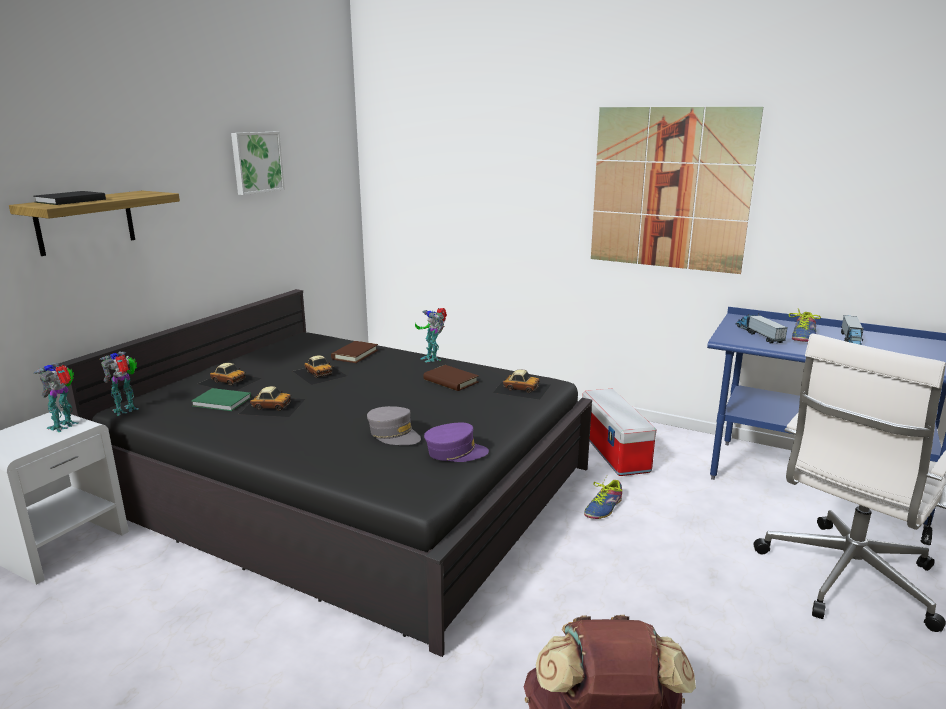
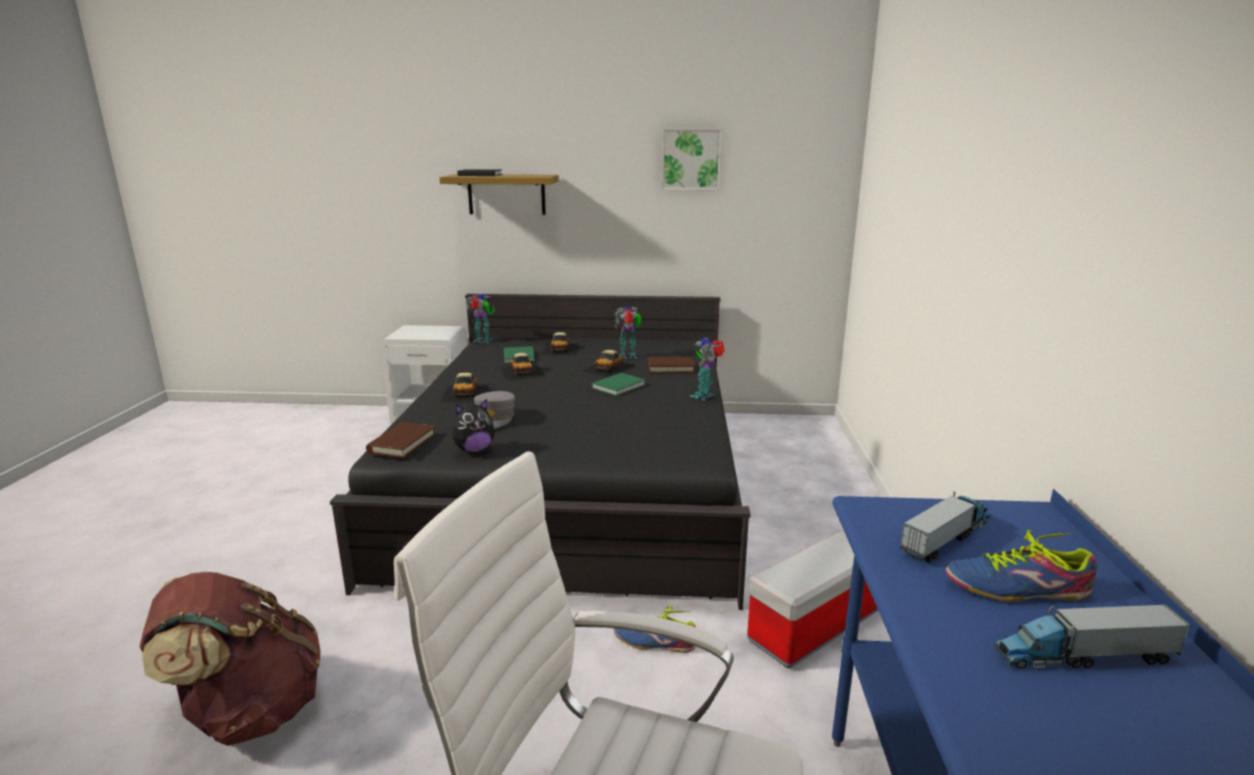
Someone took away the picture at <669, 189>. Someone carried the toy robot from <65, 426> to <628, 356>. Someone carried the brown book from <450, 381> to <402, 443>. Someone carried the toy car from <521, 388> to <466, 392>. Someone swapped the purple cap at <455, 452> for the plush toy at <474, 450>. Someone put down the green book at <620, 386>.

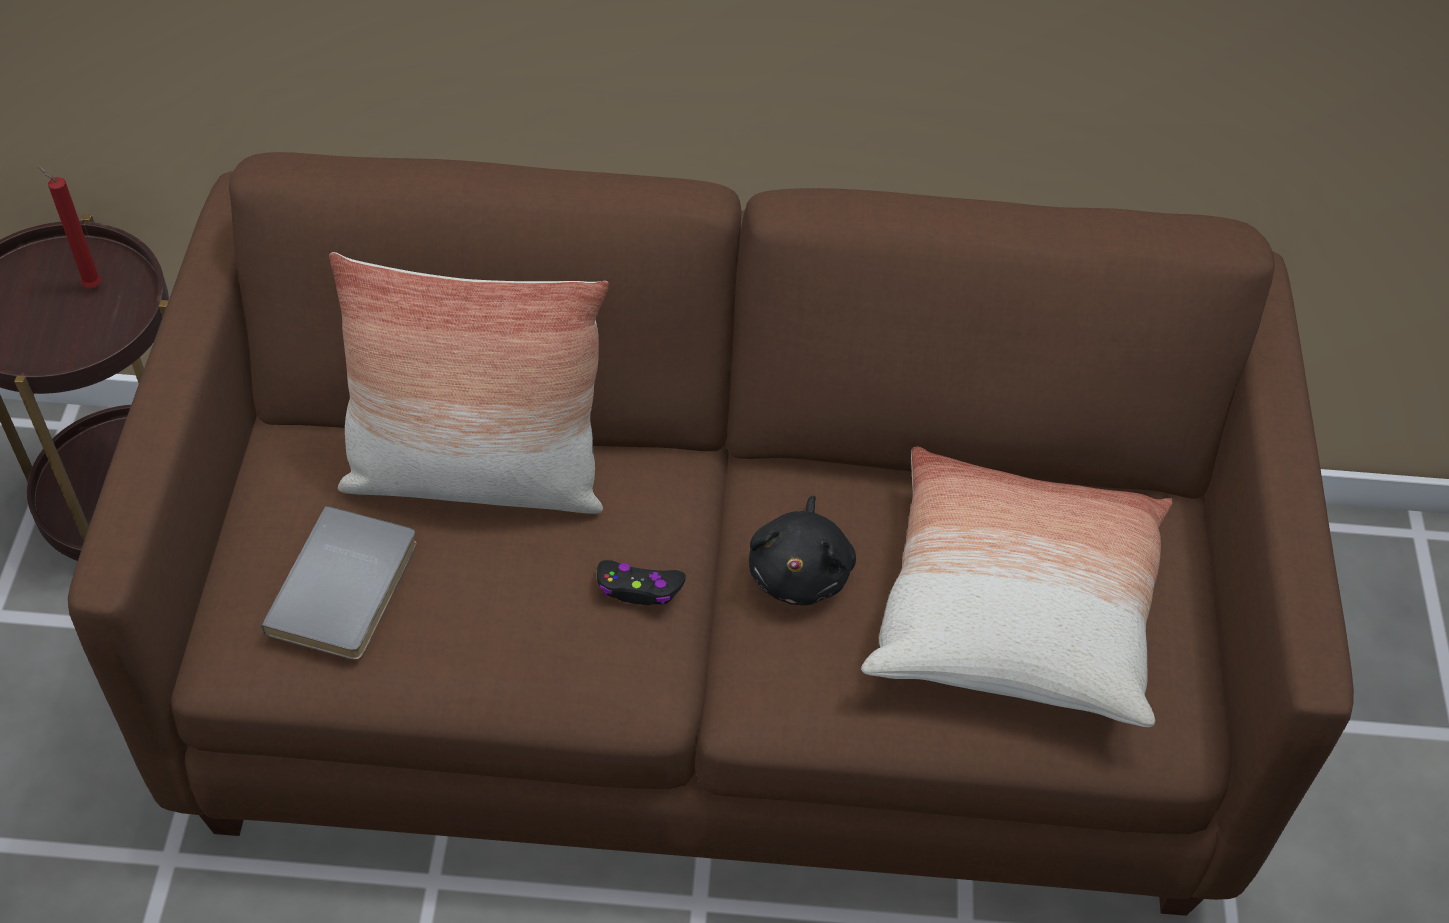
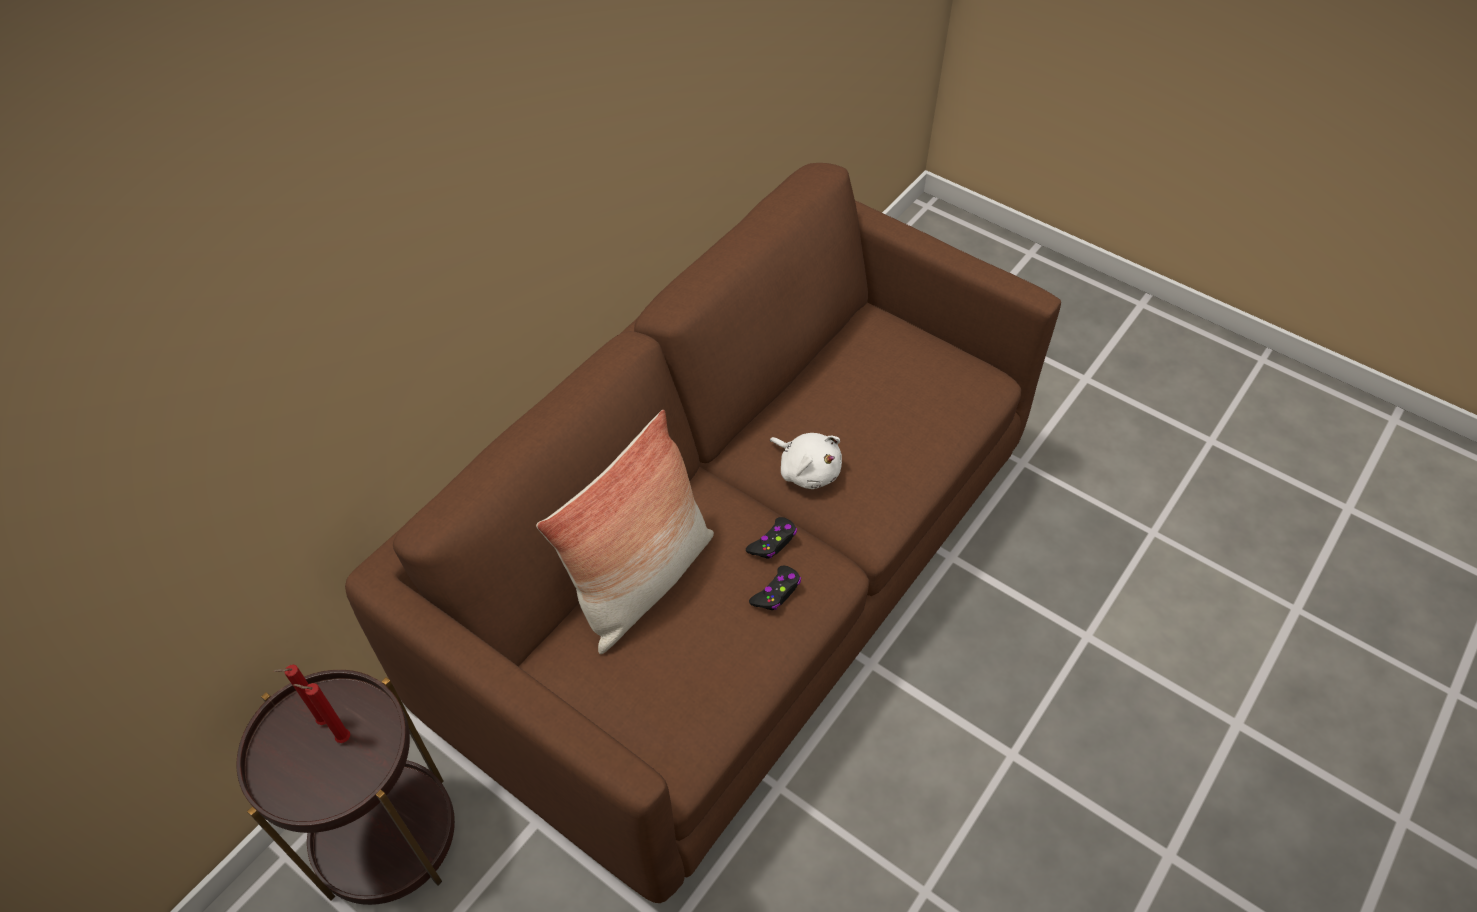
Someone took away the pillow at <1014, 610>. Someone repainted the black plush toy at <800, 571>, which became the white plush toy at <807, 470>. Someone took away the grey book at <348, 588>. Someone put down the black game controller at <776, 592>. Someone put down the red candle at <341, 738>.

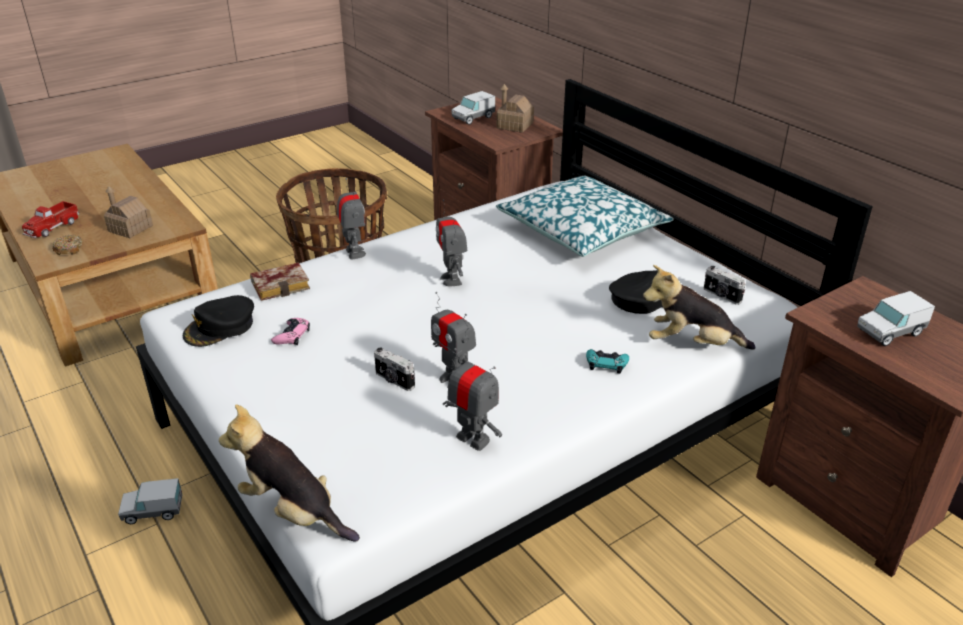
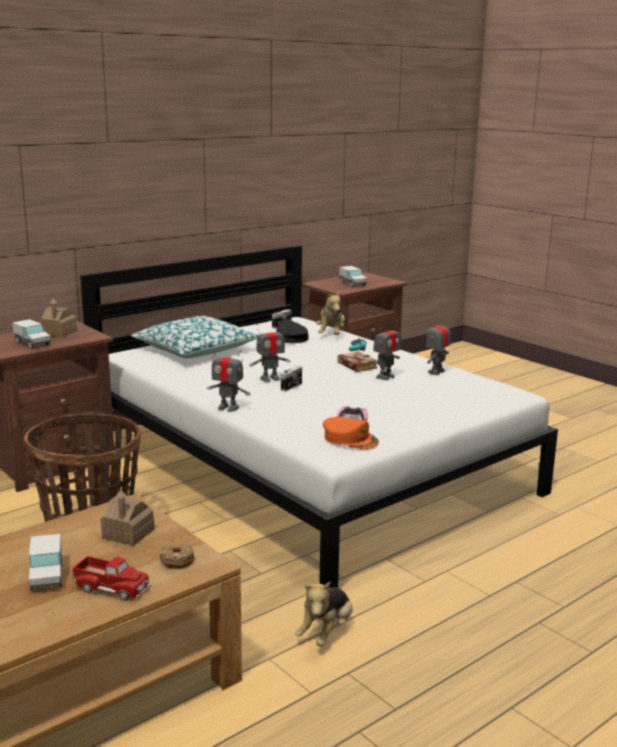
Someone rotated the toy robot at <354, 253> by 135 degrees counterclockwise. Someone carried the book from <282, 285> to <355, 365>. Someone repainted the black cap at <220, 327>, which became the orange cap at <350, 439>. Someone carried the photo camera from <394, 380> to <292, 387>. Someone carried the plush toy from <293, 512> to <326, 632>. Someone carried the toy truck from <153, 511> to <47, 576>.

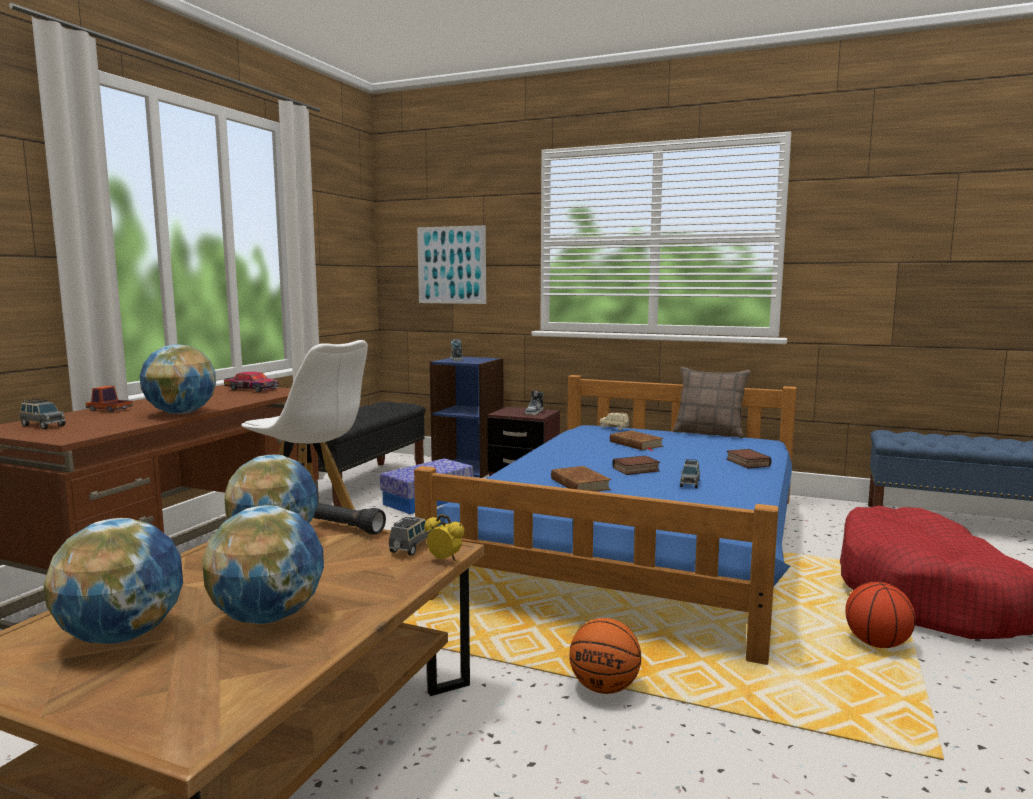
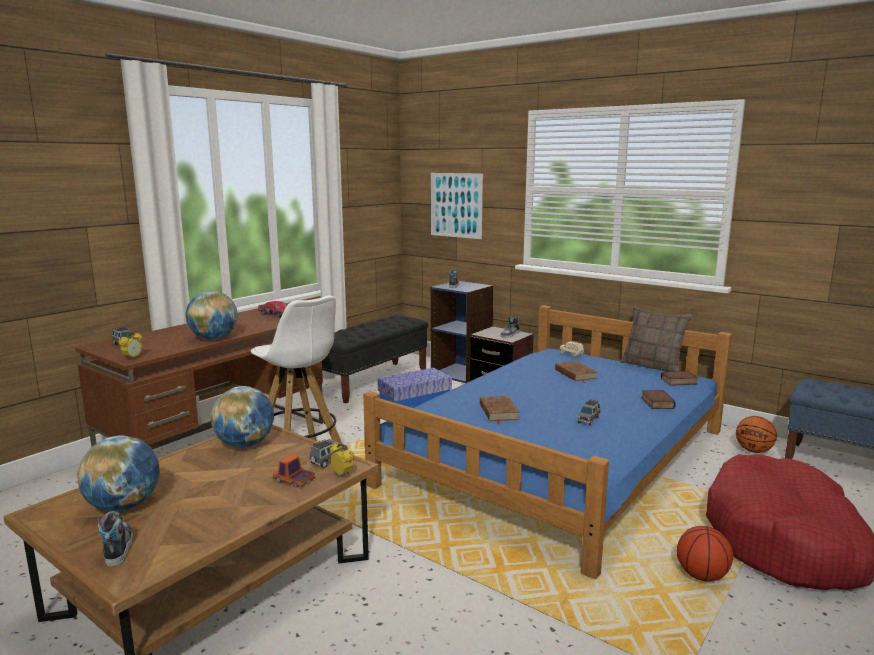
Someone carried the toy truck from <109, 410> to <294, 481>. Someone carried the book from <636, 470> to <678, 382>. Someone took away the black flashlight at <347, 528>. Someone took away the globe at <268, 617>. Someone carried the basketball from <604, 688> to <753, 451>. Someone put down the alarm clock at <133, 358>. Someone put down the shoe at <117, 547>.

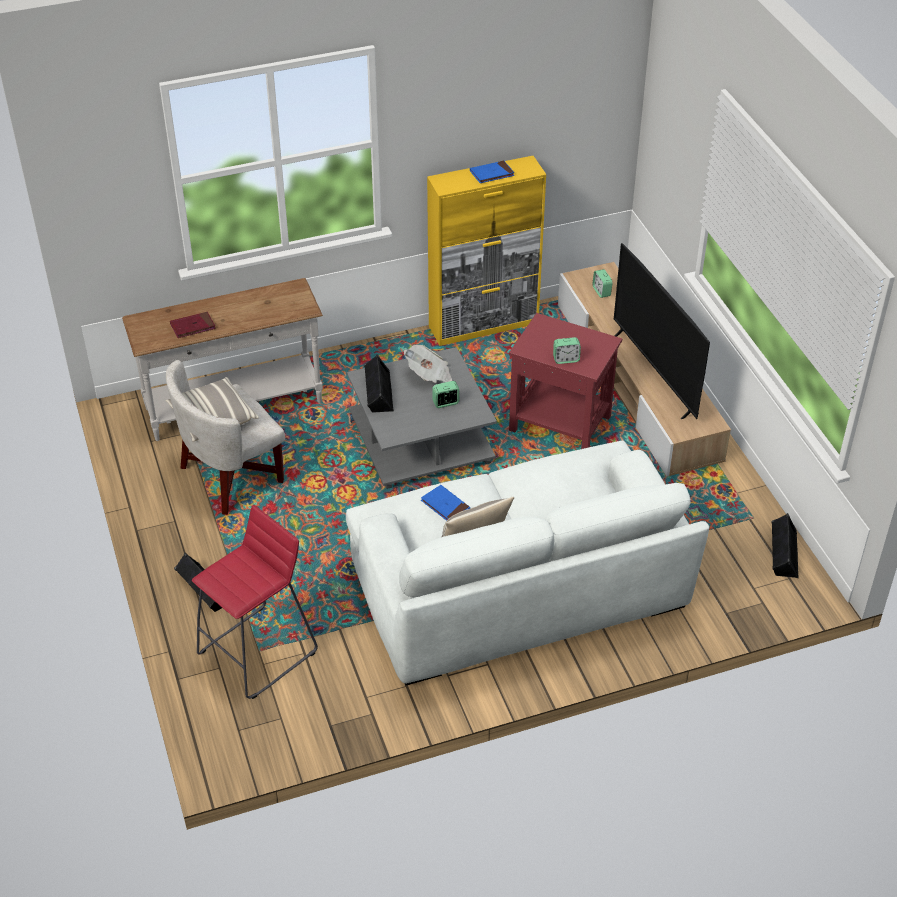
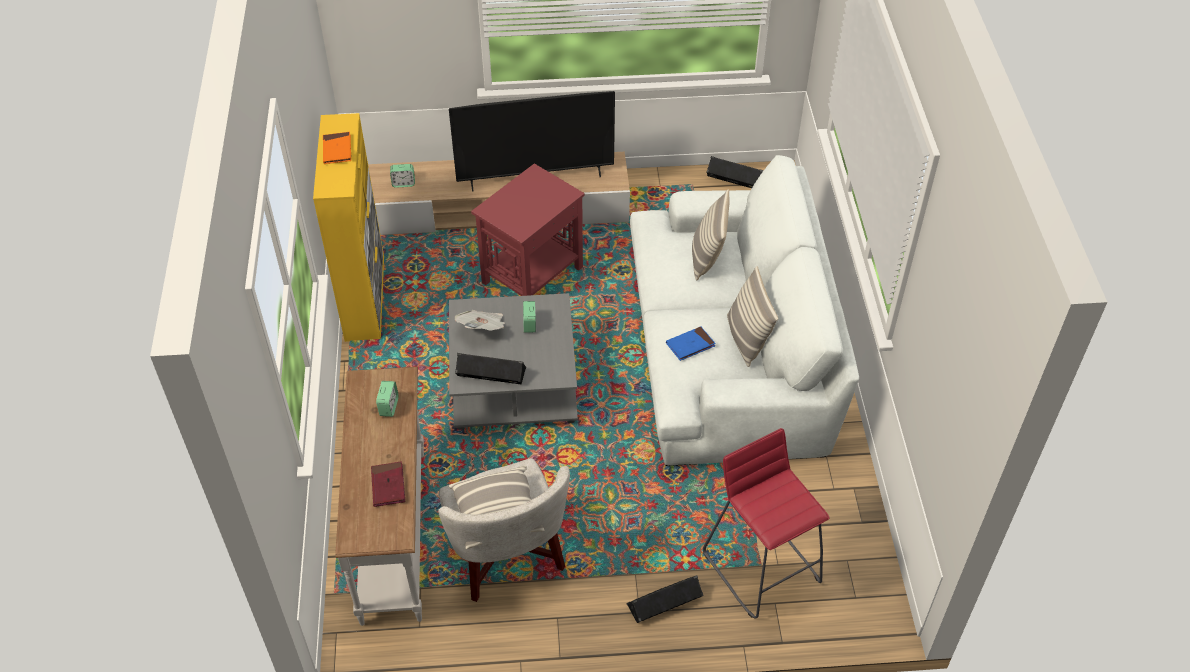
Someone repainted the blue book at <492, 174>, which became the orange book at <337, 150>. Someone carried the alarm clock from <566, 359> to <389, 407>. Someone put down the pillow at <707, 257>.

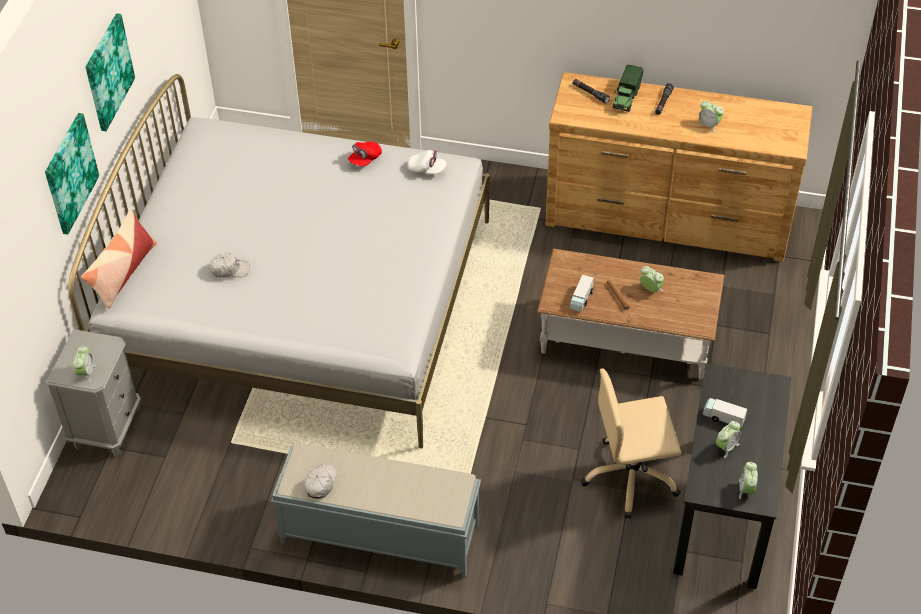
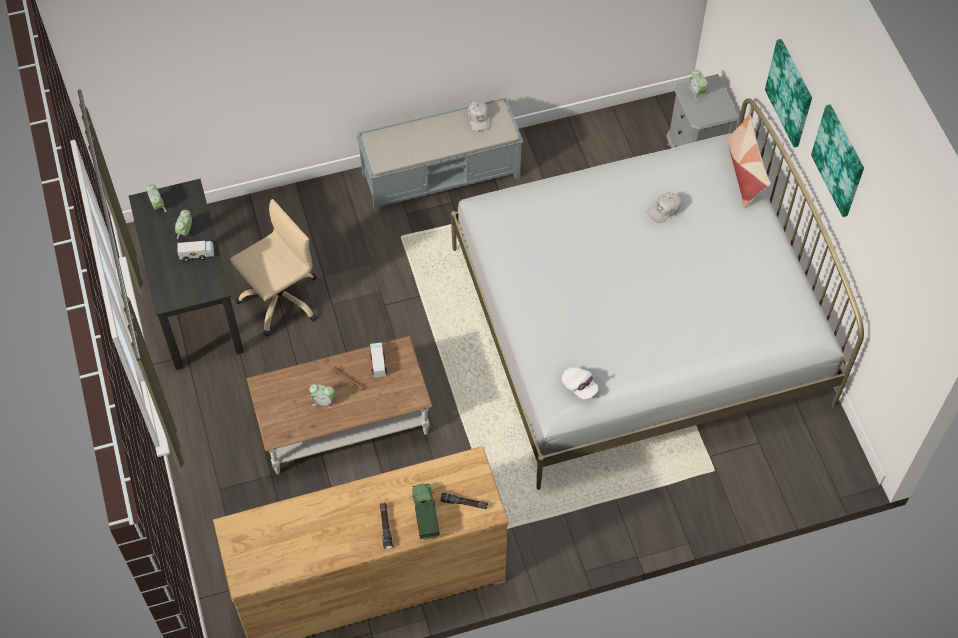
Someone took away the alarm clock at <709, 125>. Someone took away the red cap at <365, 159>. Someone rotated the white cap at <427, 169> by 120 degrees counterclockwise.

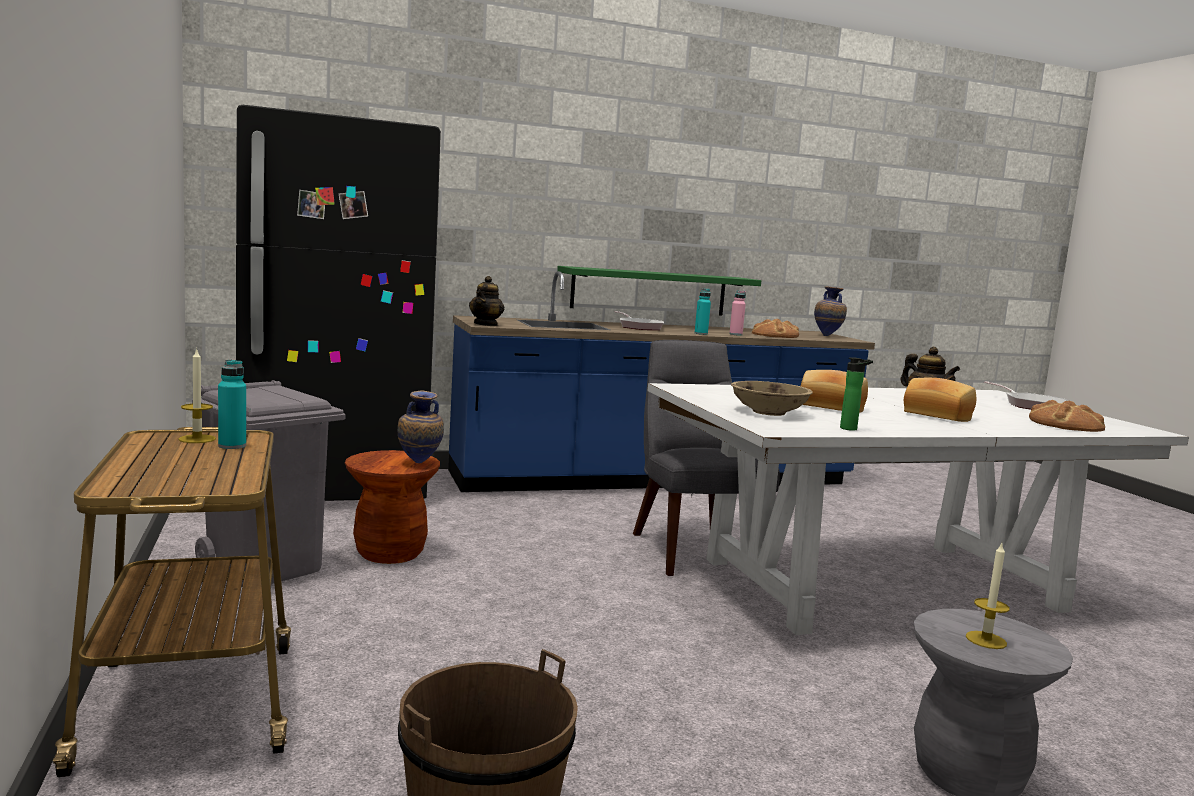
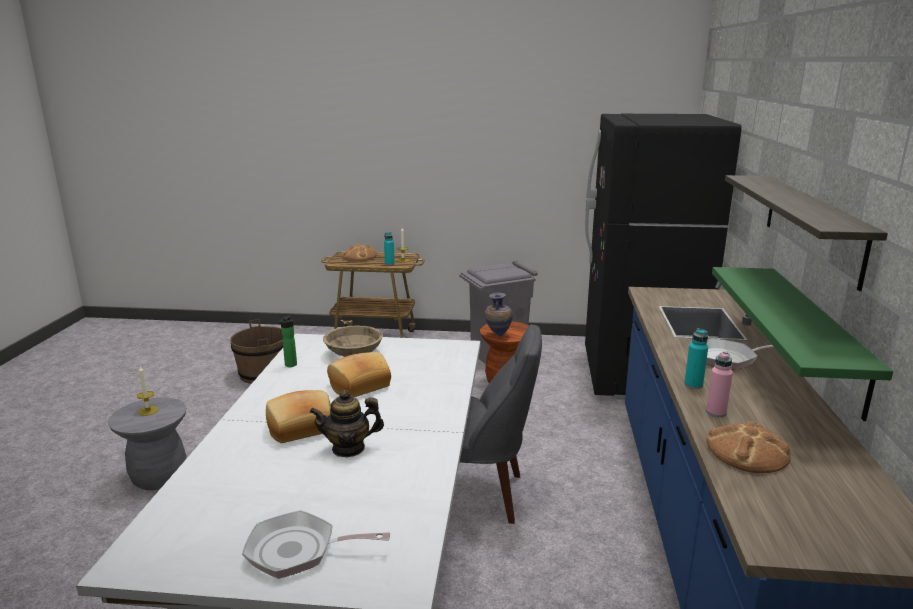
Someone took away the teapot at <486, 324>. Someone took away the vase at <828, 336>. Someone carried the bread from <1065, 425> to <359, 256>. Someone put up the shelf at <812, 226>.

